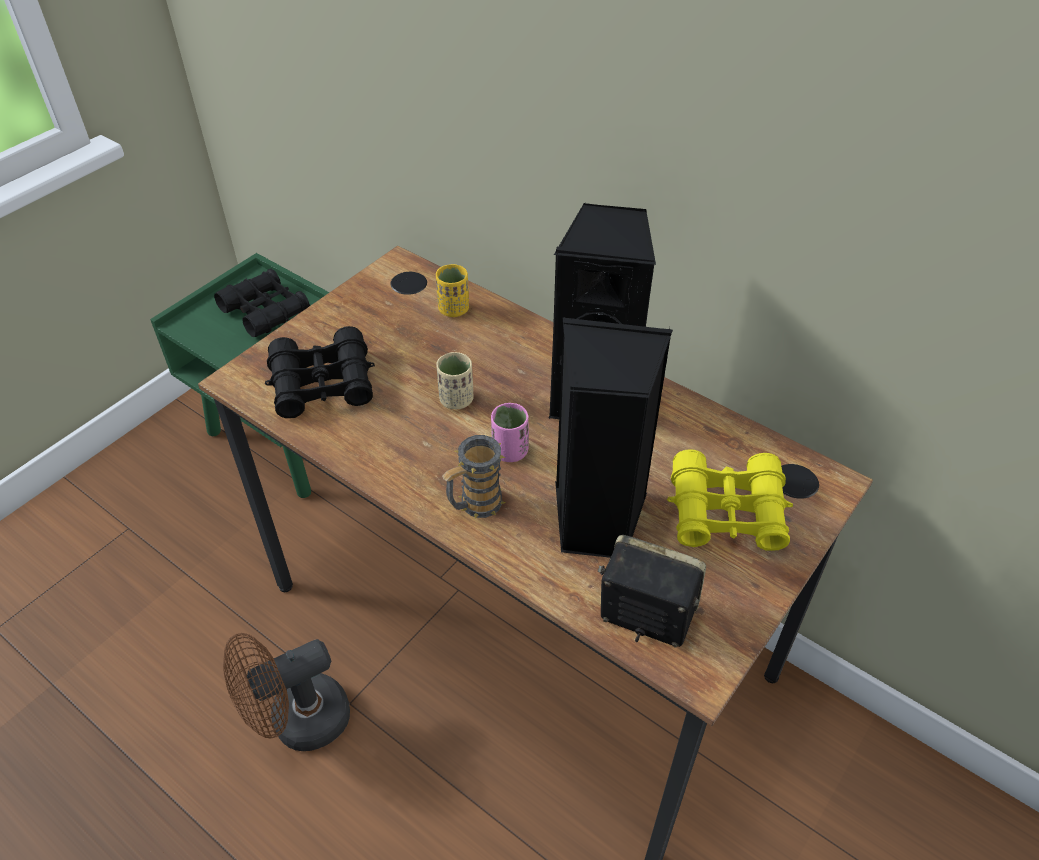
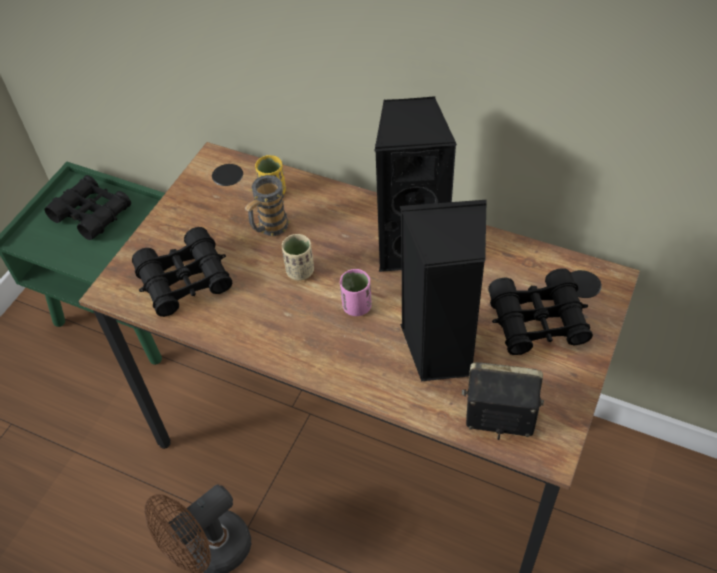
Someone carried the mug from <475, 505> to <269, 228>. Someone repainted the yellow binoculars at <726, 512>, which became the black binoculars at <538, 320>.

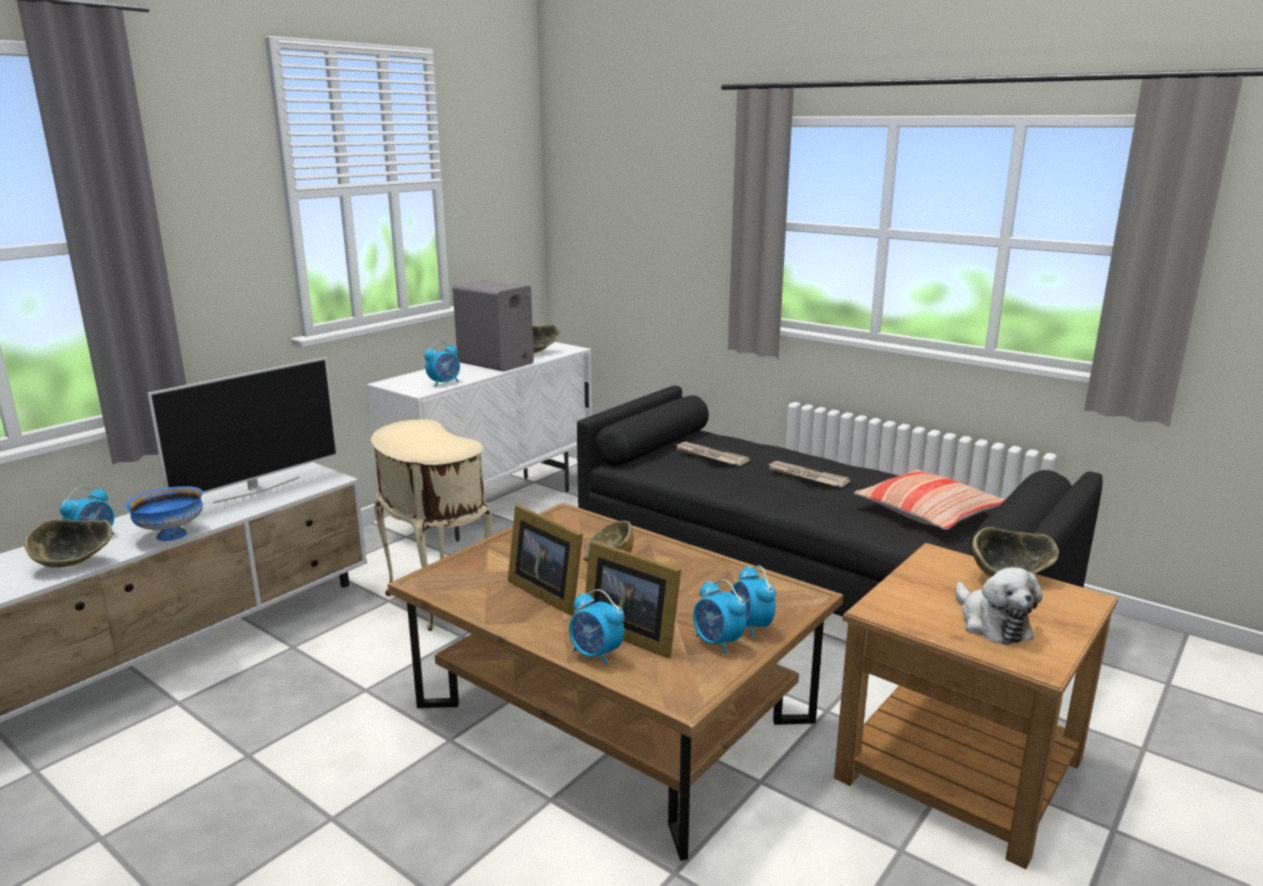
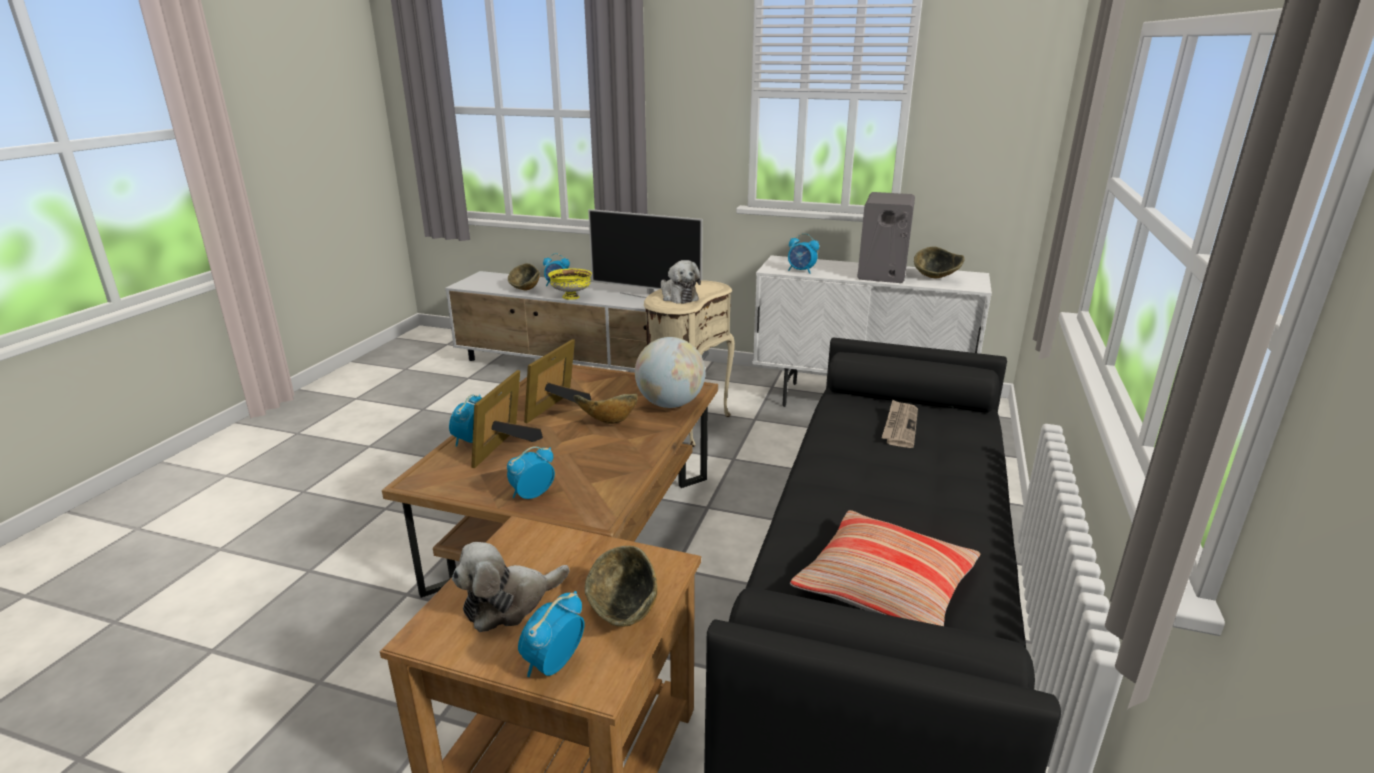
Someone took away the newspaper at <806, 476>. Someone repainted the blue bowl at <171, 535>, which became the yellow bowl at <571, 297>. Someone carried the alarm clock from <717, 643> to <553, 664>. Someone put down the plush toy at <678, 297>. Someone put down the globe at <670, 404>.

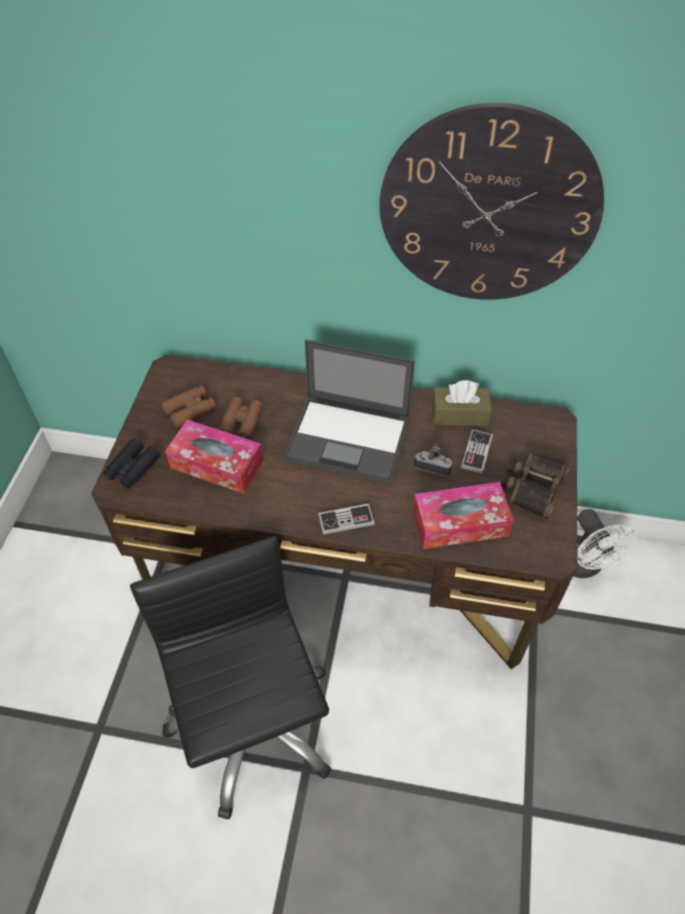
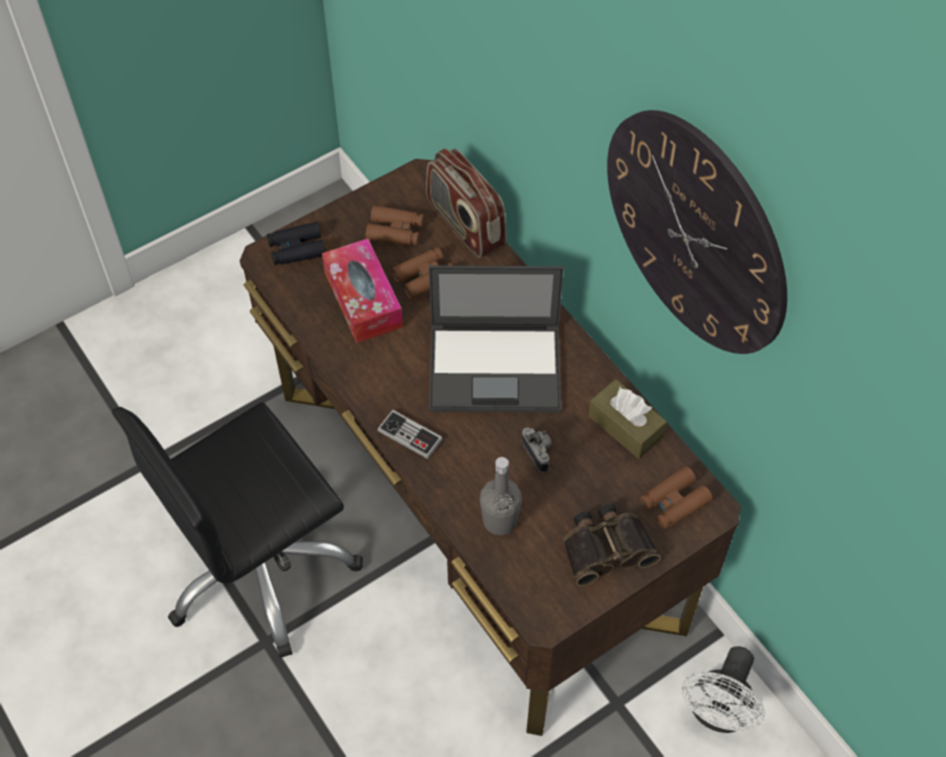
Someone rotated the laptop at <349, 439> by 60 degrees counterclockwise. Someone took away the game controller at <476, 452>. Someone swapped the tissue box at <459, 523> for the grey bottle at <500, 521>. Someone rotated the black office chair at <252, 725> by 150 degrees counterclockwise. Someone put down the radio at <465, 224>. Someone put down the brown binoculars at <674, 502>.

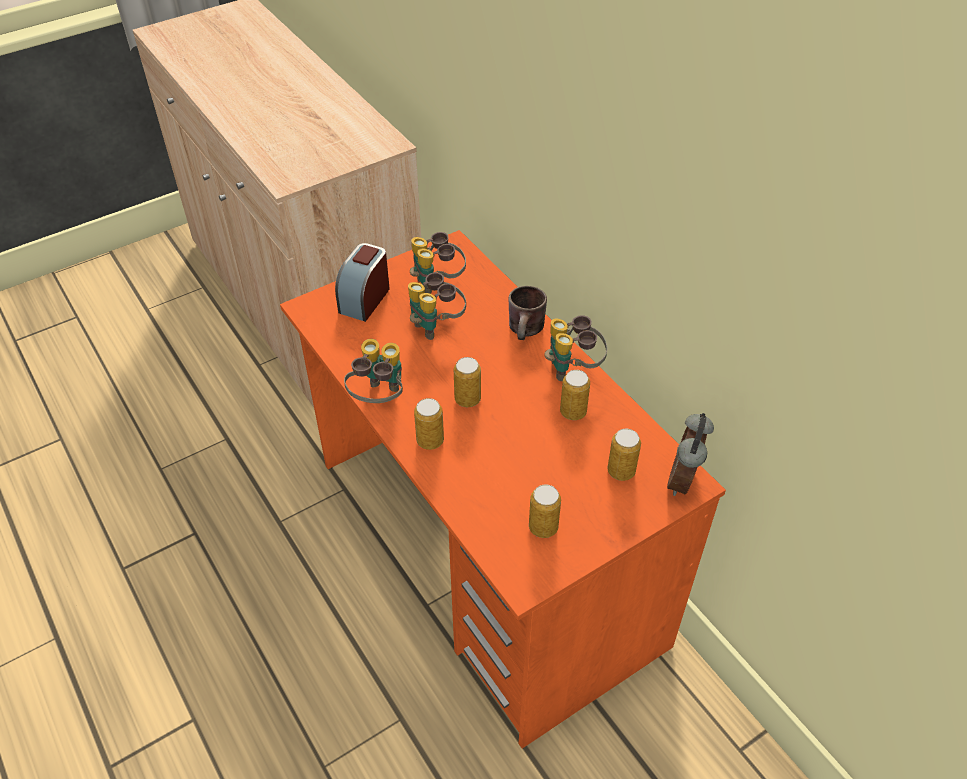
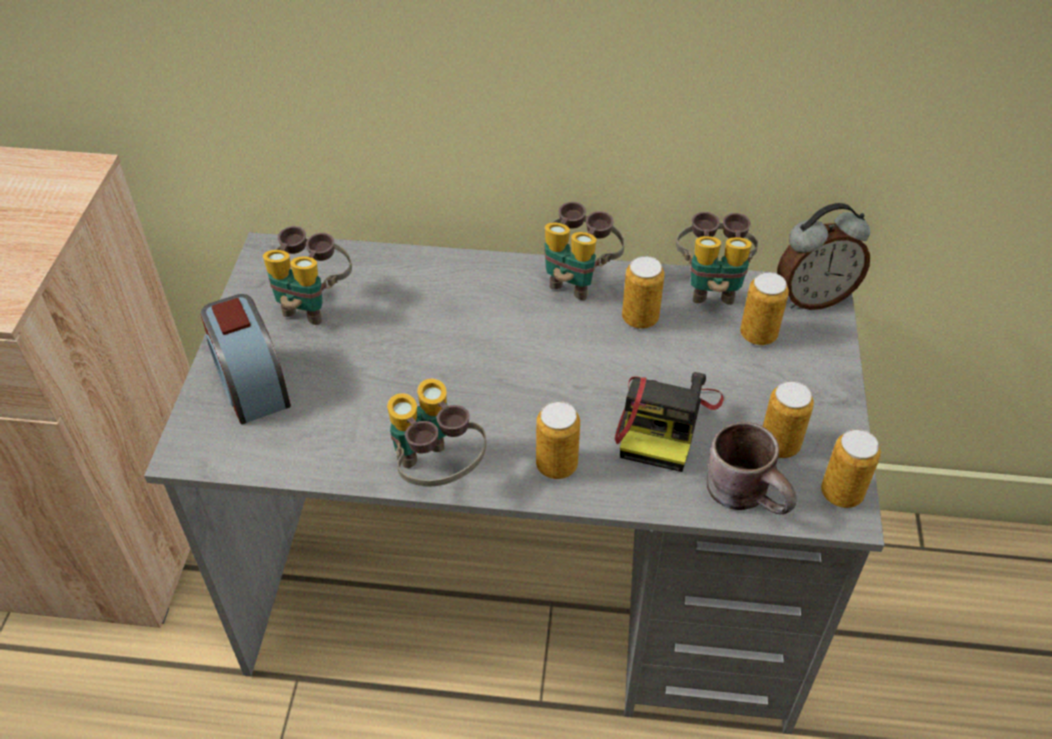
Someone repainted the orange desk at <486, 552>, which became the grey desk at <527, 594>. Someone carried the binoculars from <436, 325> to <711, 286>. Someone carried the brown mug from <528, 331> to <750, 493>. Someone carried the can from <467, 399> to <841, 493>. Someone rotated the alarm clock at <684, 480> by 75 degrees counterclockwise. Someone put down the photo camera at <665, 422>.

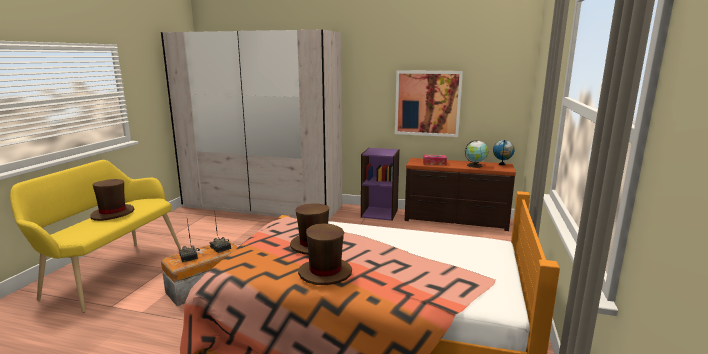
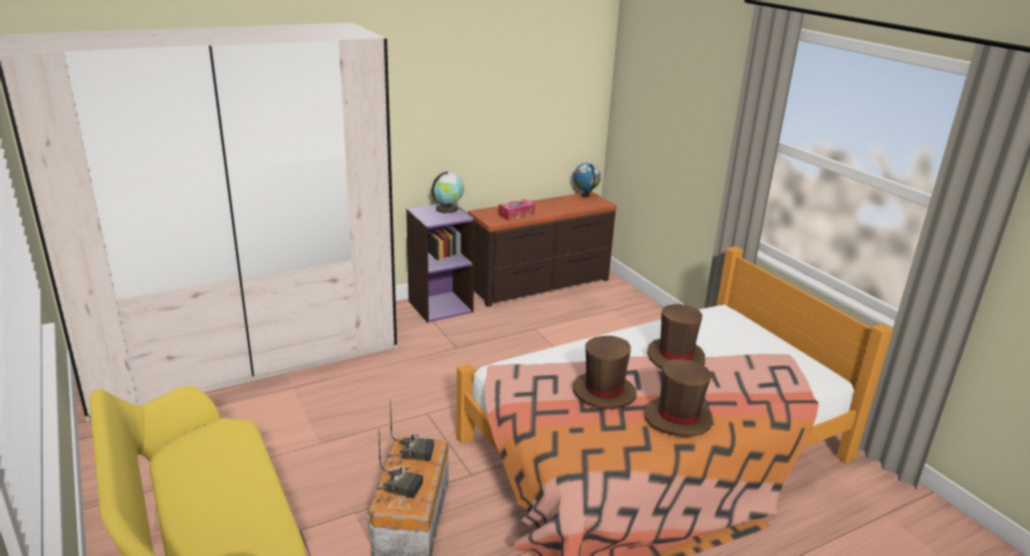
Someone took away the picture at <427, 103>. Someone carried the globe from <475, 165> to <447, 208>. Someone carried the brown hat from <113, 213> to <675, 357>.

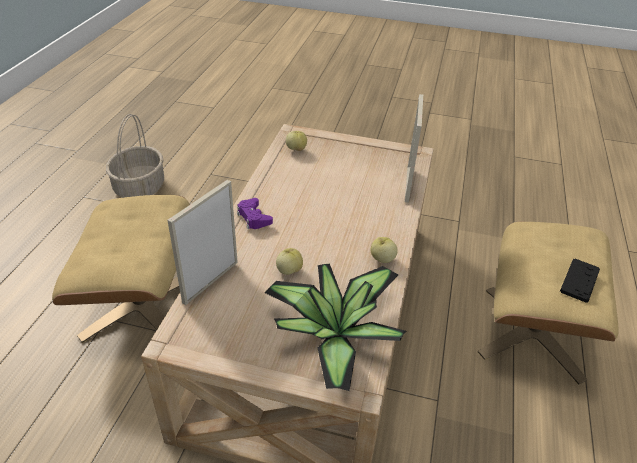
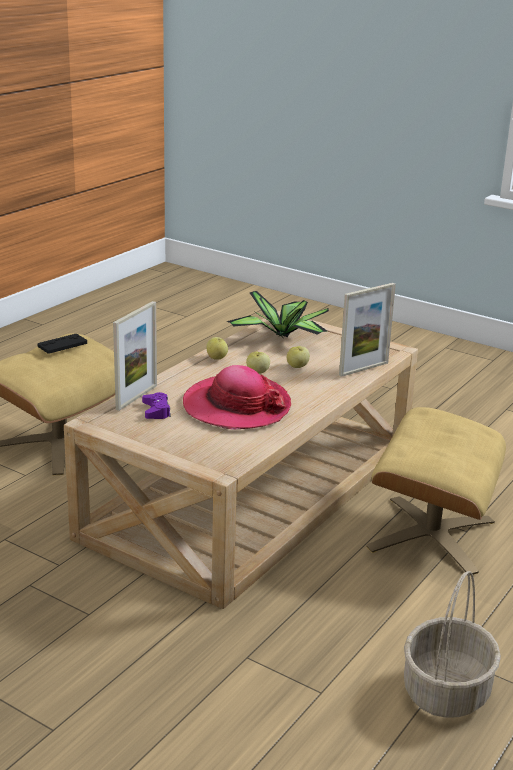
Someone carried the apple from <296, 149> to <257, 372>. Someone carried the purple game controller from <254, 217> to <156, 411>. Someone put down the hat at <236, 406>.

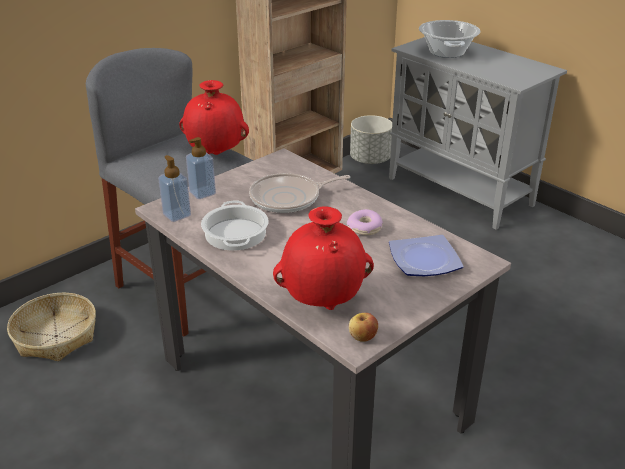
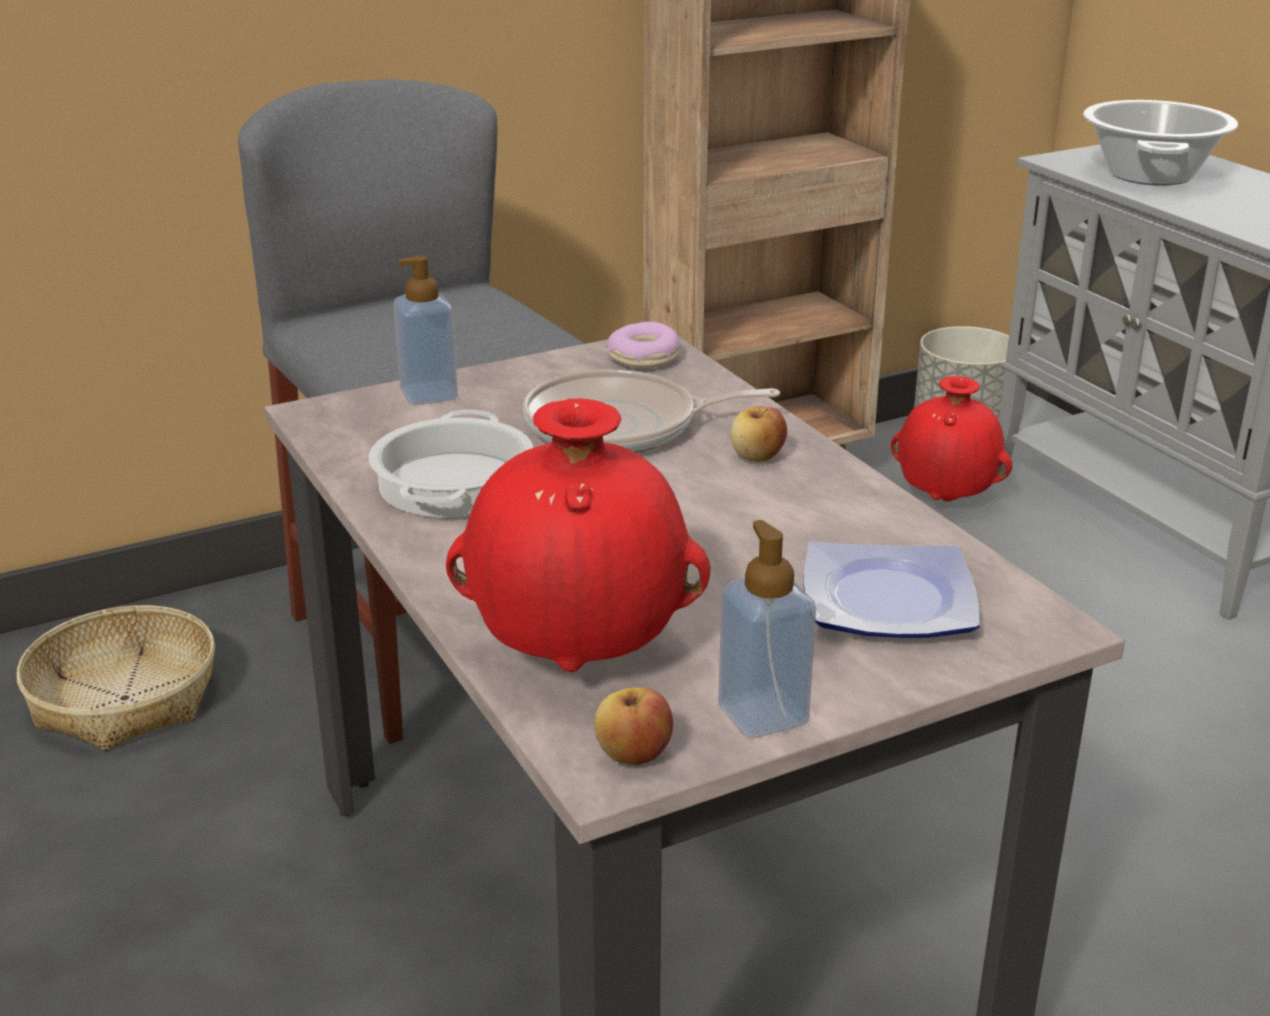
Someone carried the red vase from <216, 153> to <946, 499>. Someone carried the soap dispenser from <177, 215> to <762, 714>. Someone carried the donut from <365, 228> to <644, 358>. Someone put down the apple at <757, 457>.

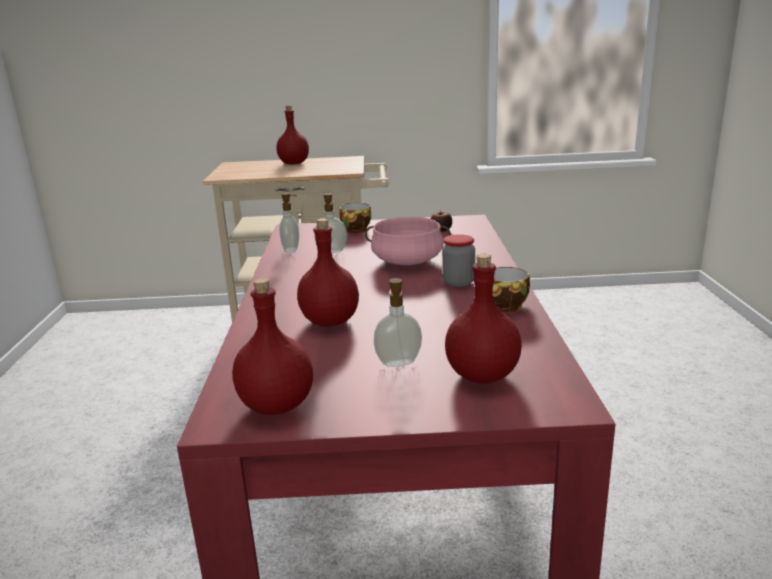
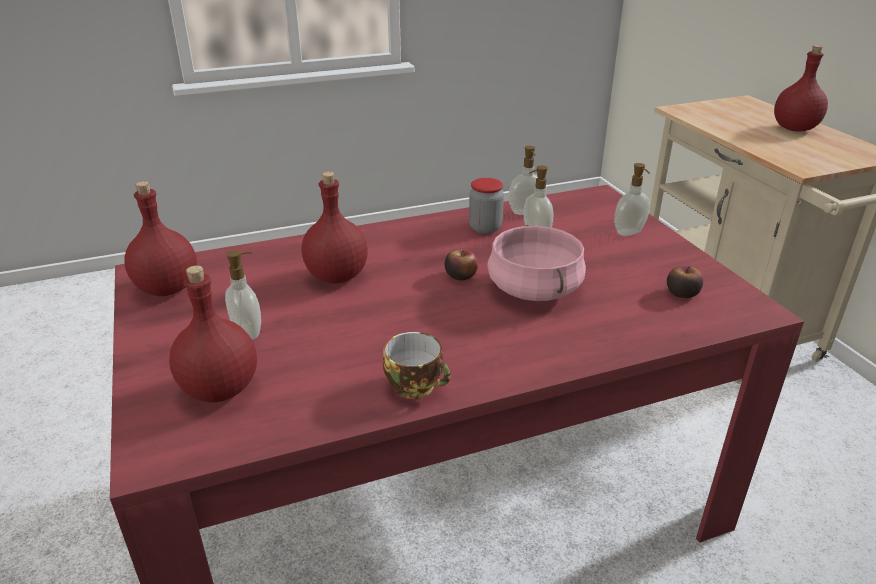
Someone swapped the cup at <356, 229> for the soap dispenser at <629, 233>. Someone carried the jar from <458, 282> to <485, 228>. Someone put down the apple at <460, 275>.

